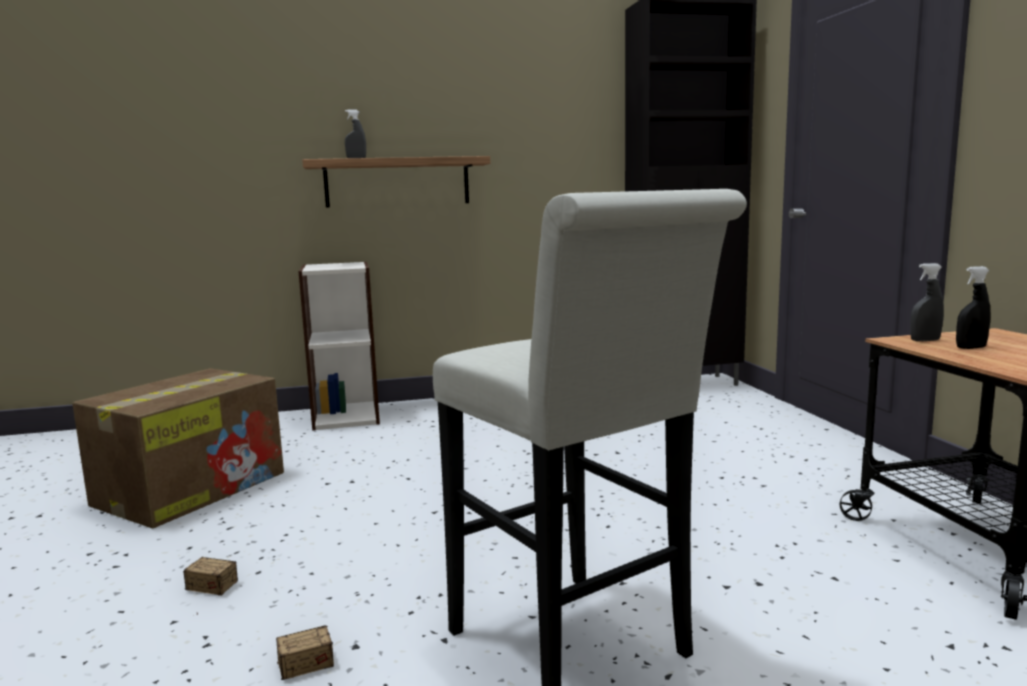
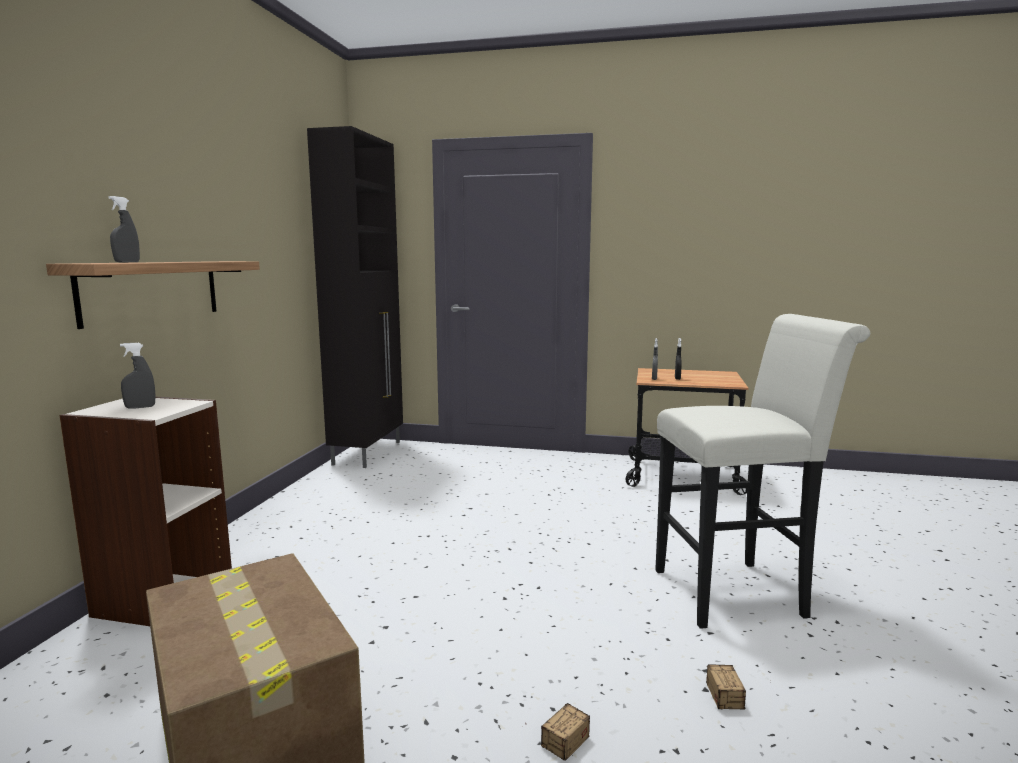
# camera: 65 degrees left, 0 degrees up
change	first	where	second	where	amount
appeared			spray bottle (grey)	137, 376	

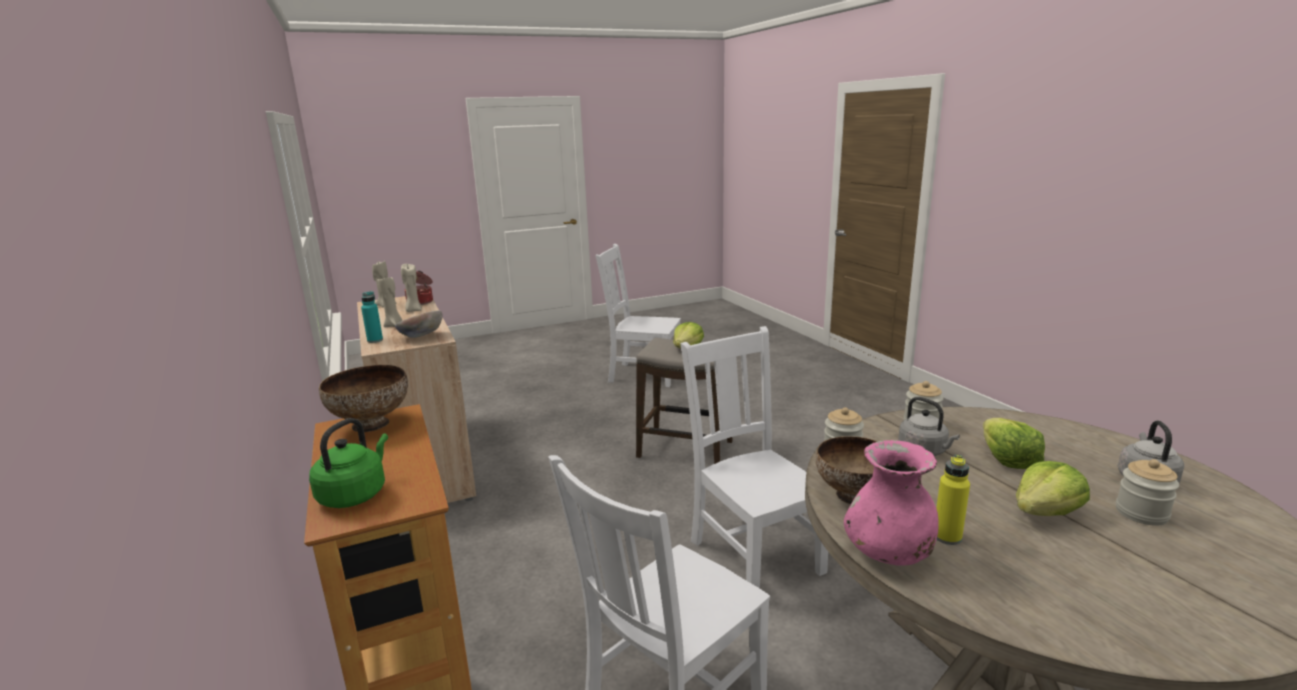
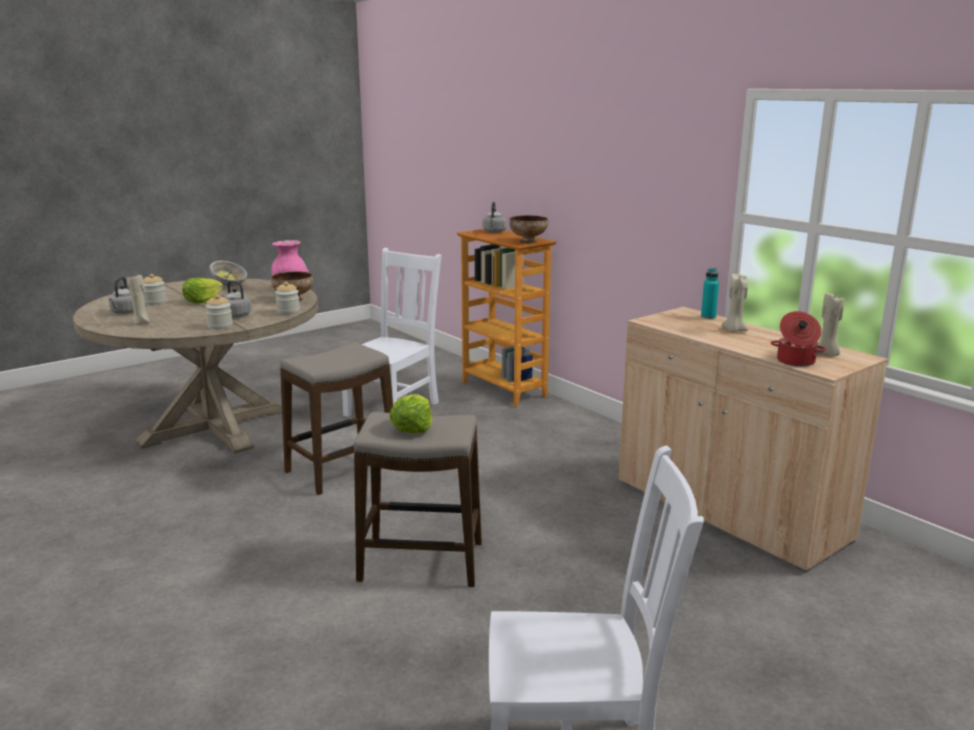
# camera: 165 degrees right, 0 degrees up
change	first	where	second	where	amount
colour	kettle (green)	348, 463	kettle (grey)	495, 217	
relocated	bowl	419, 324		228, 273	
relocated	candle (beige)	411, 288		138, 300	
exchanged	chair (white)	754, 457	stool	336, 419	
missing	bottle (yellow)	953, 500			
missing	lettuce	1014, 443			

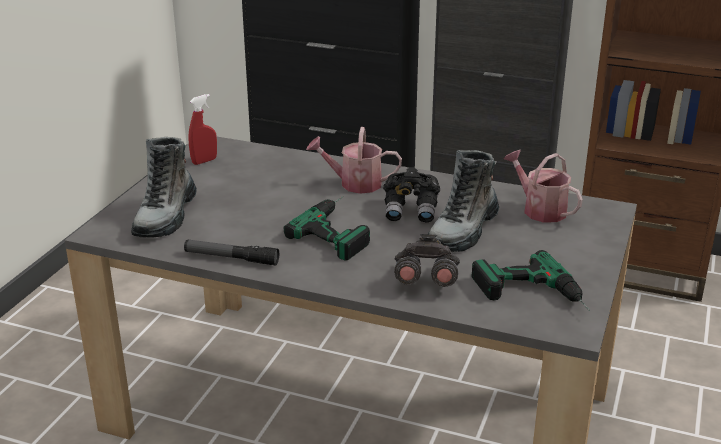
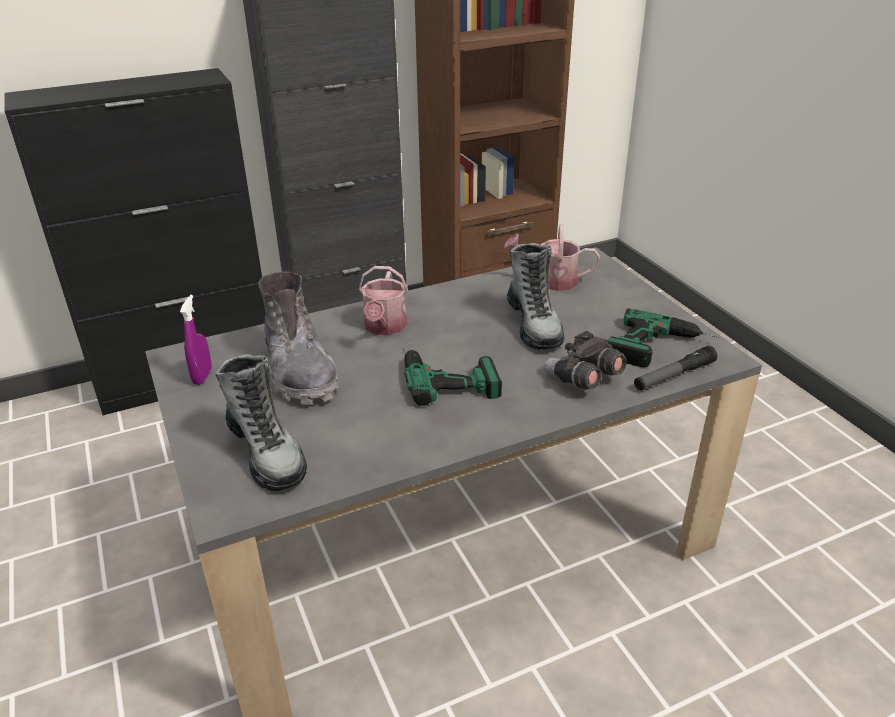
# camera: 45 degrees left, 5 degrees up
change	first	where	second	where	amount
relocated	flashlight	231, 252		675, 368	
colour	spray bottle (red)	202, 129	spray bottle (purple)	196, 340	
spun	watering can	354, 160		383, 300	45 degrees counterclockwise
missing	binoculars (black)	411, 195			
appeared			boot (grey)	298, 338	

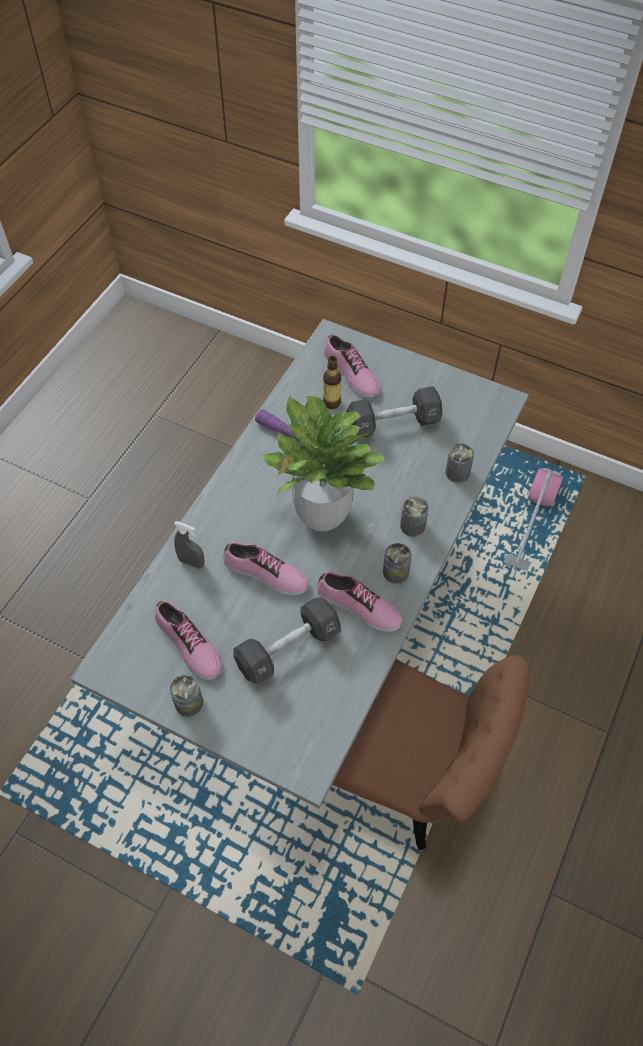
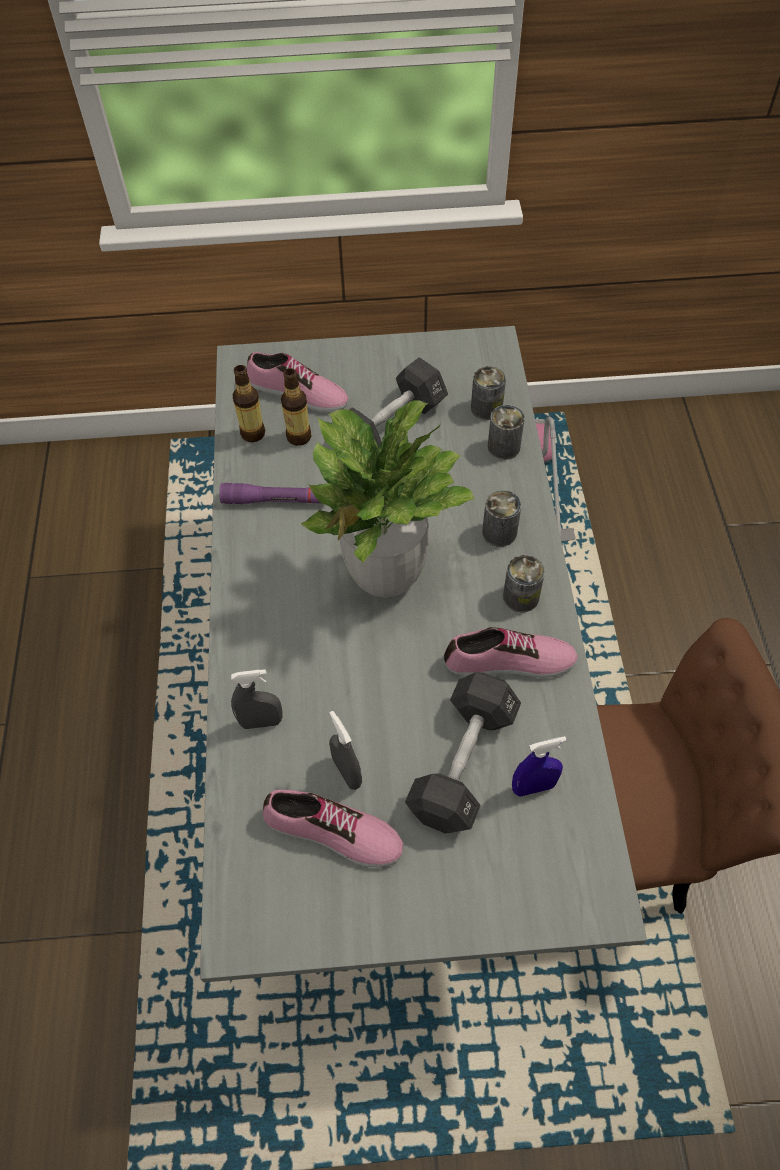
# camera: 30 degrees left, 0 degrees up
change	first	where	second	where	amount
relocated	can	186, 695		488, 393	
missing	shoe	266, 568			
appeared			bottle	249, 403	
appeared			spray bottle (grey)	345, 750	
appeared			spray bottle (blue)	539, 766	

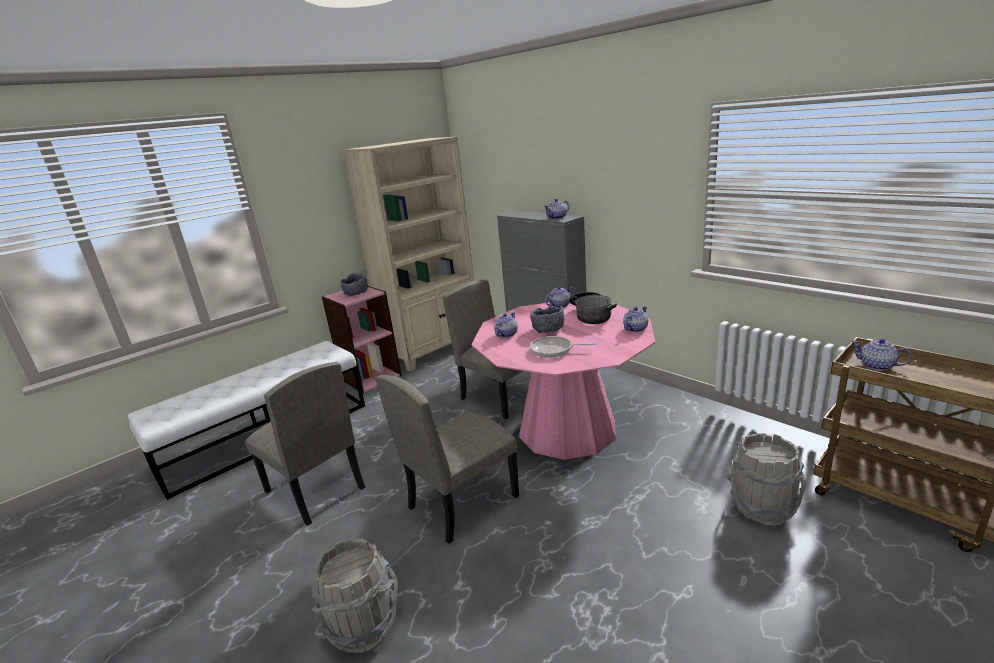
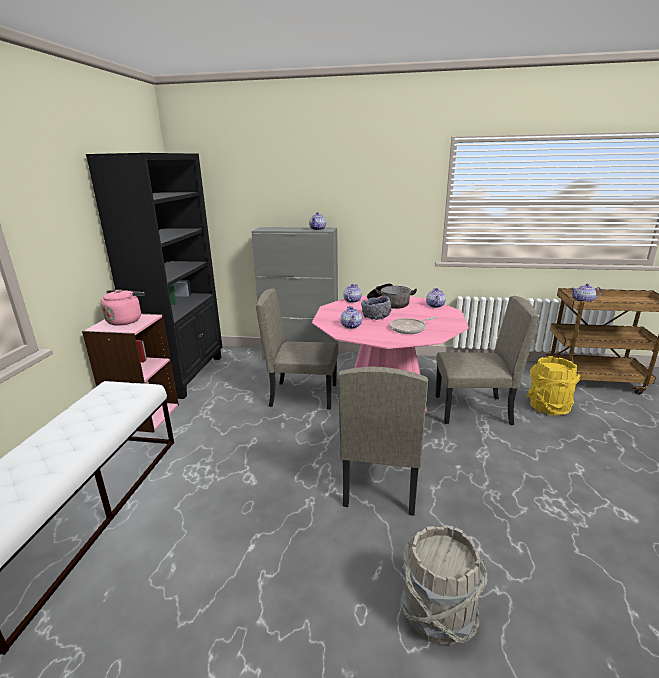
# camera: 40 degrees left, 0 degrees up
change	first	where	second	where	amount
relocated	chair (beige)	305, 444		486, 360	
exchanged	bowl (grey)	354, 284	kettle (pink)	123, 308	
colour	bookcase (beige)	408, 254	bookcase (black)	154, 276	
colour	bucket (grey)	767, 479	bucket (yellow)	553, 385	

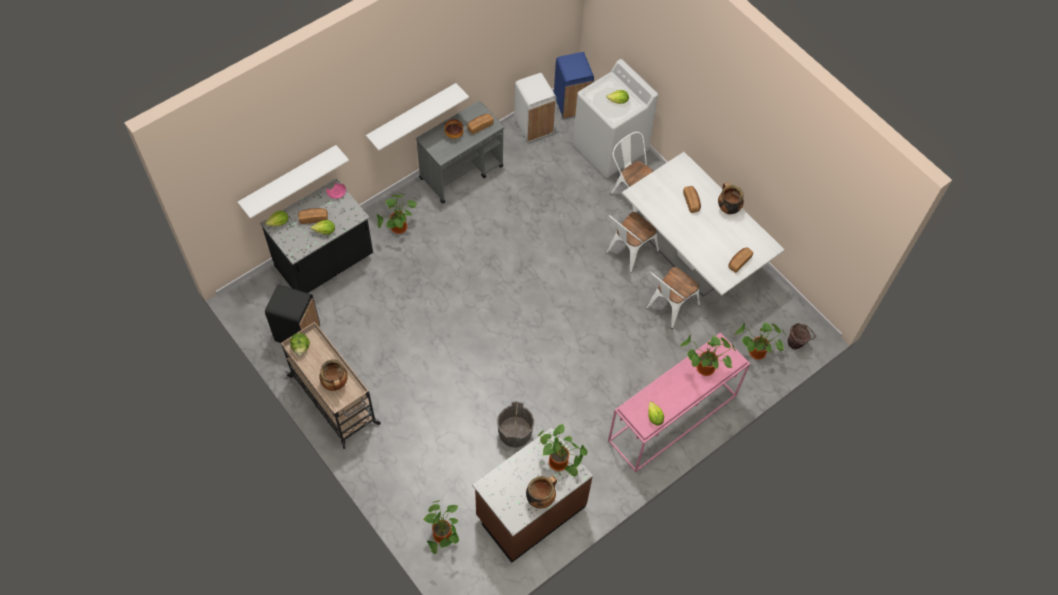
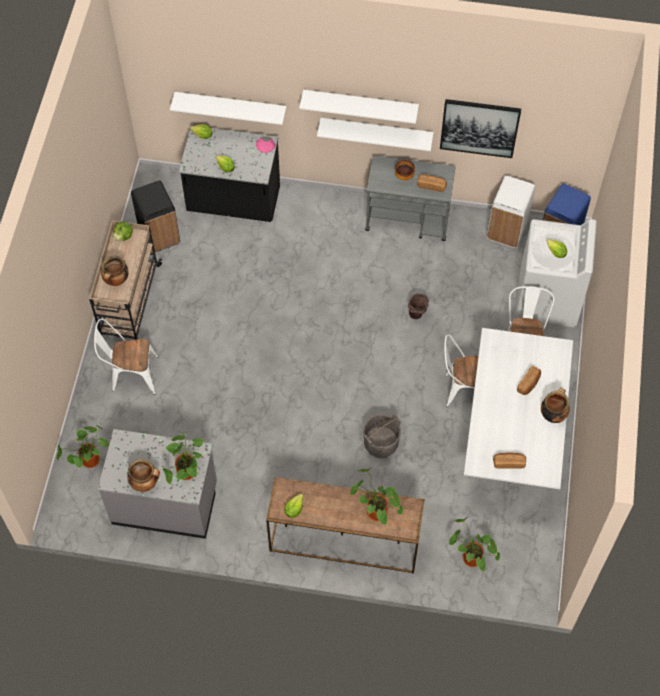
# camera: 50 degrees right, 0 degrees up
change	first	where	second	where	amount
missing	bread	313, 216			
missing	potted plant	397, 213			
colour	counter (brown)	532, 495	counter (grey)	157, 484	
relocated	bucket (grey)	515, 424		382, 436	
colour	console table (pink)	679, 402	console table (brown)	345, 525	
relocated	chair (white)	673, 298		126, 357	
relocated	bucket (brown)	802, 336		418, 306	
appeared			shelf (white)	359, 107	
appeared			picture	480, 128	

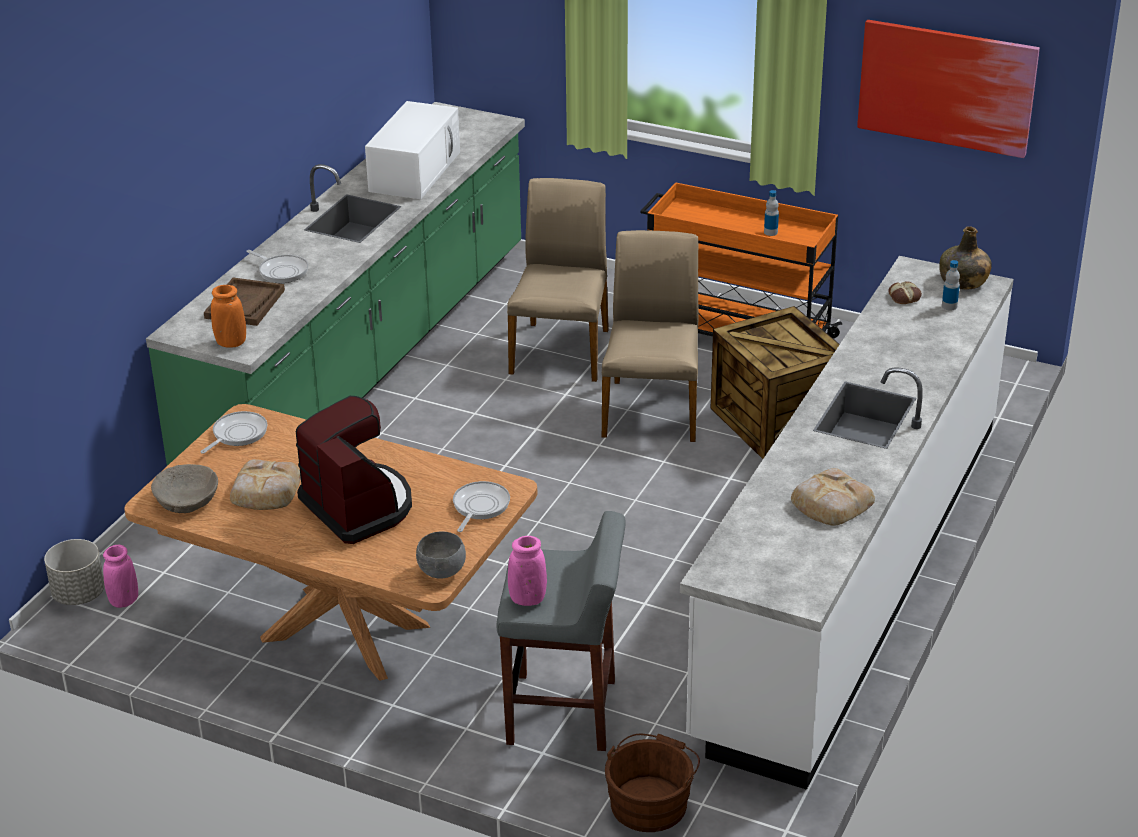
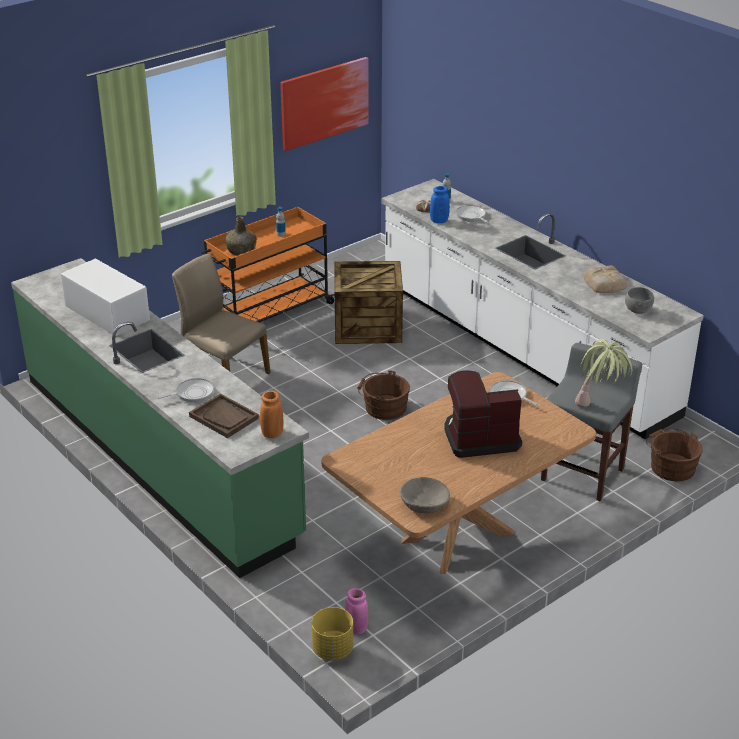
# camera: 65 degrees left, 0 degrees up
change	first	where	second	where	amount
colour	planter (grey)	74, 572	planter (yellow)	332, 634	
relocated	frying pan	233, 432		473, 214	
missing	bread	265, 484			
relocated	bowl (grey)	441, 555		639, 300	
exchanged	vase (pink)	527, 571	potted plant	603, 373	
missing	chair (beige)	650, 336			
relocated	bottle (green)	965, 258		241, 236	
appeared			bucket (brown)	384, 395	
appeared			vase (blue)	440, 204	

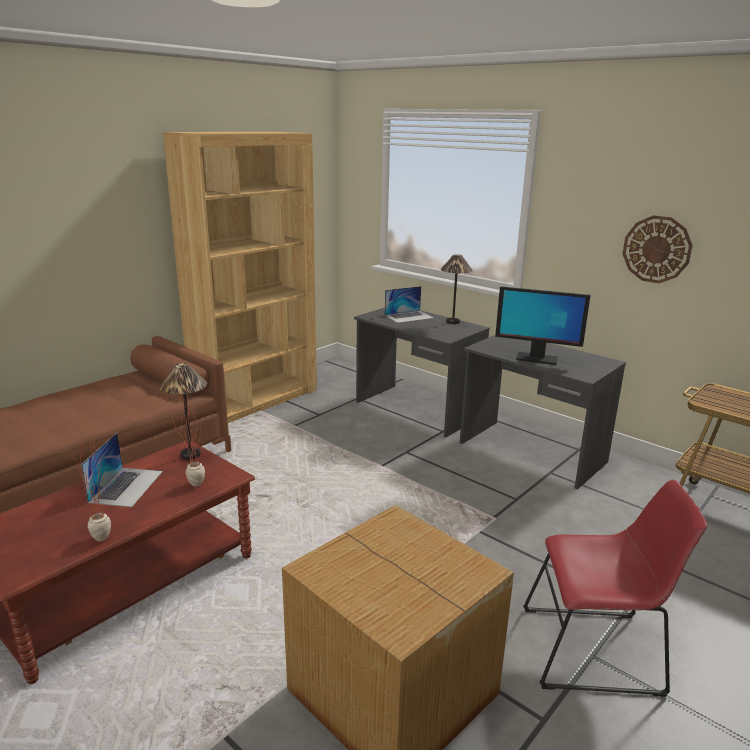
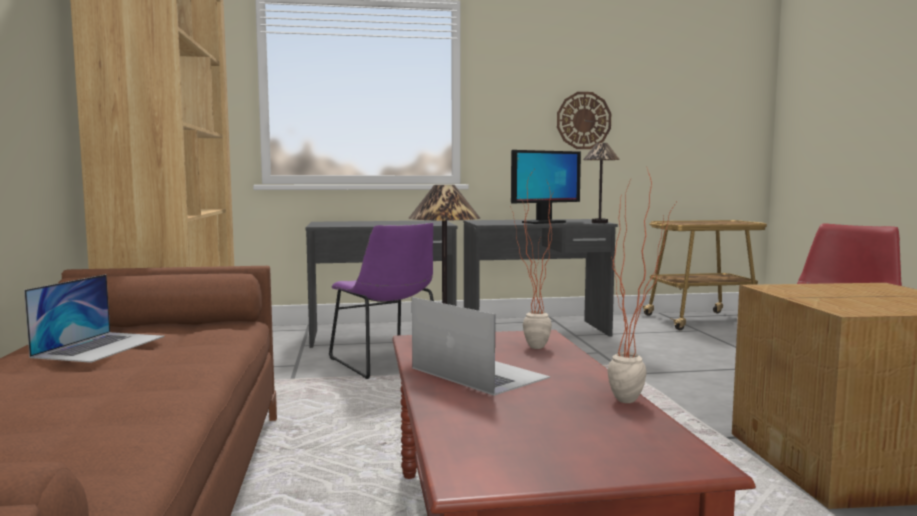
# camera: 50 degrees left, 15 degrees down
change	first	where	second	where	amount
relocated	laptop	409, 304		94, 318	
relocated	table lamp	457, 289		601, 183	
appeared			chair (purple)	381, 301	

